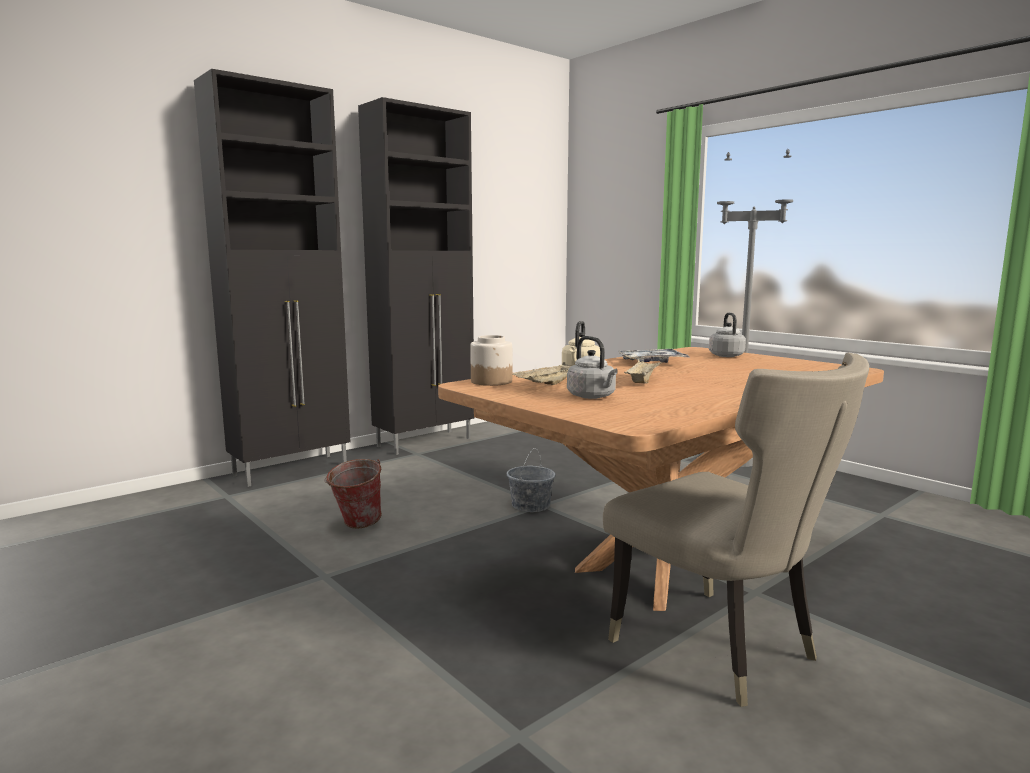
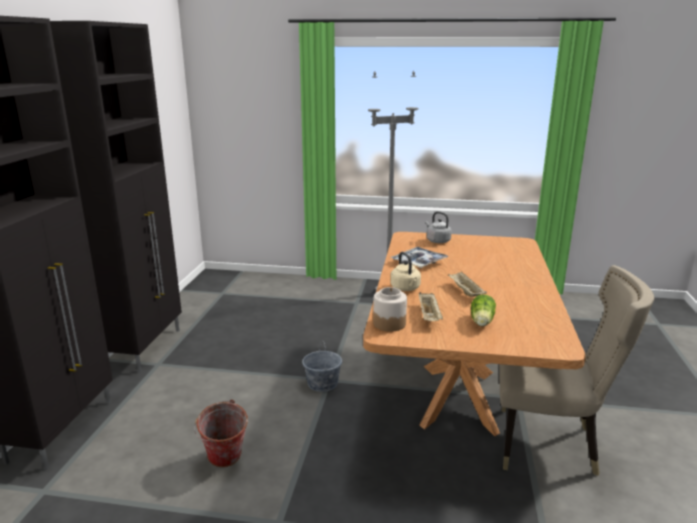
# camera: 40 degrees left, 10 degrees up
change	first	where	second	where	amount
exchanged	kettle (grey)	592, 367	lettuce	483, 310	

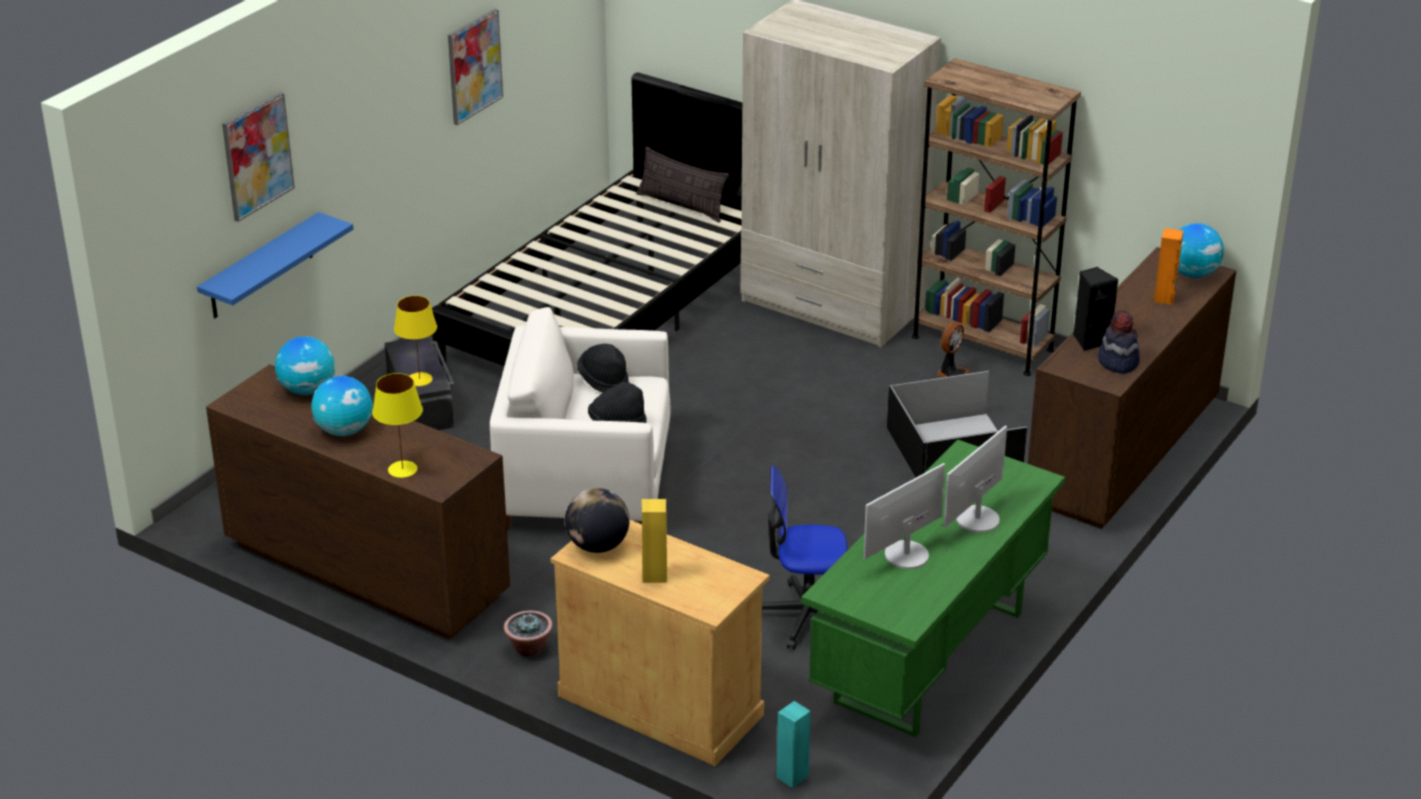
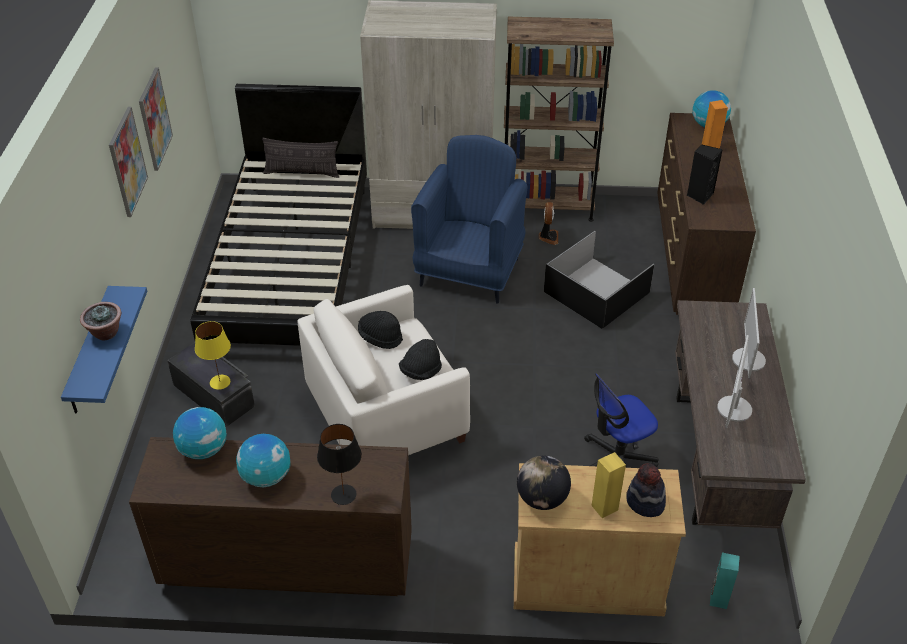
# camera: 30 degrees left, 10 degrees up
change	first	where	second	where	amount
relocated	picture	258, 156		128, 162	
colour	table lamp (yellow)	397, 425	table lamp (black)	339, 464	
relocated	potted plant	528, 633		100, 321	
colour	desk (green)	933, 588	desk (brown)	740, 414	
relocated	hat	1119, 342		646, 490	
appeared			armchair (blue)	469, 219	

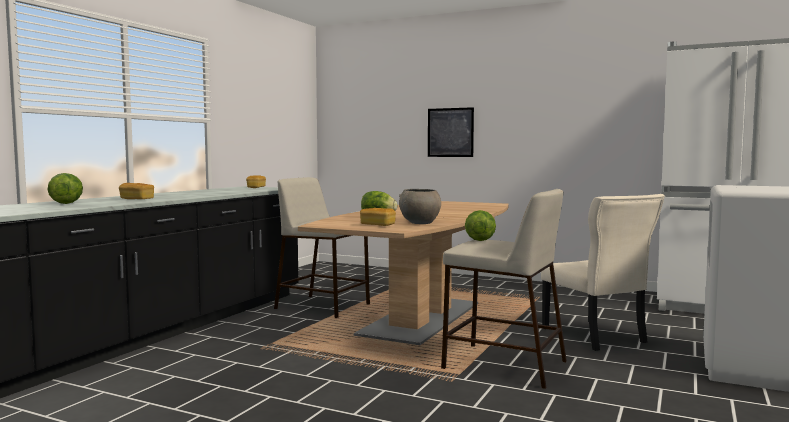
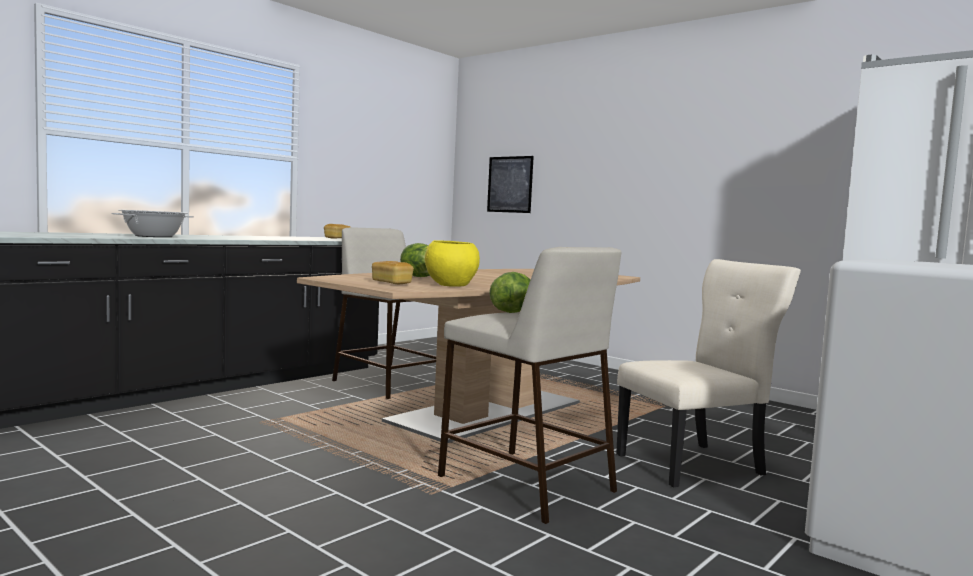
# camera: 15 degrees right, 0 degrees up
change	first	where	second	where	amount
missing	lettuce	65, 188			
exchanged	bread	136, 191	cooking pot	153, 223	
colour	bowl (grey)	420, 206	bowl (yellow)	452, 263	
relocated	picture	451, 132		510, 184	
spun	chair (beige)	603, 272		708, 373	105 degrees counterclockwise

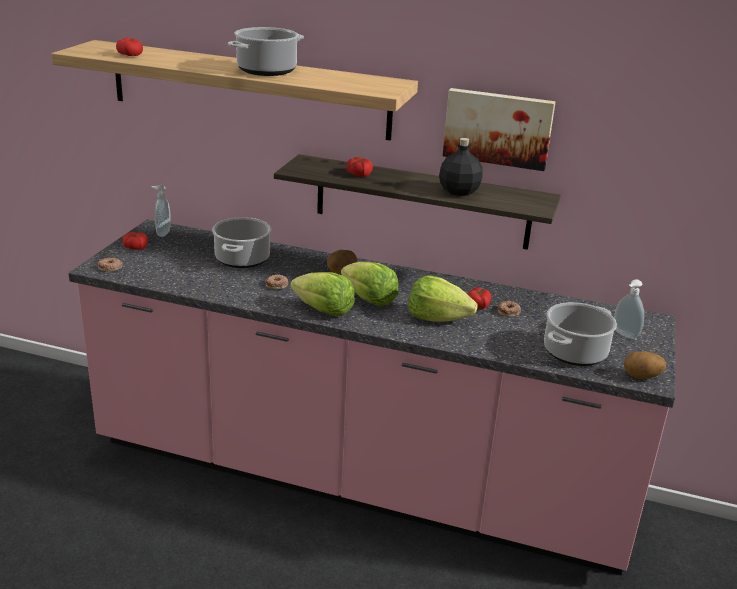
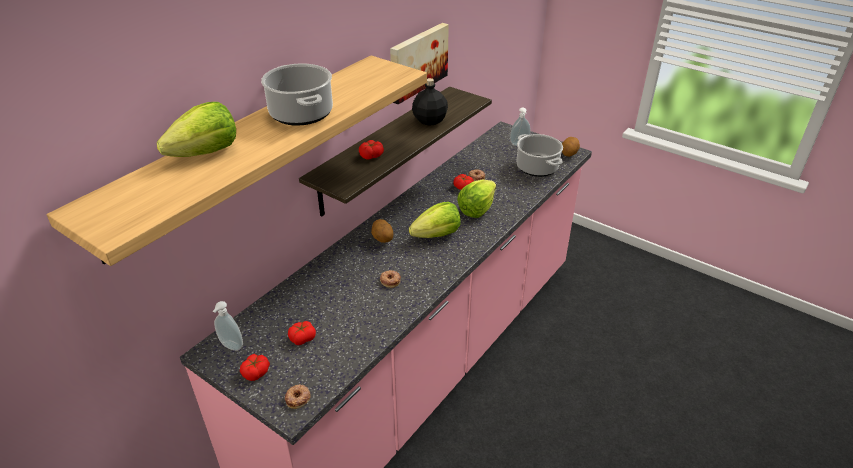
# camera: 70 degrees left, 10 degrees up
change	first	where	second	where	amount
relocated	tomato	129, 46		302, 333	
missing	cooking pot	241, 242			
relocated	lettuce	322, 294		196, 129	

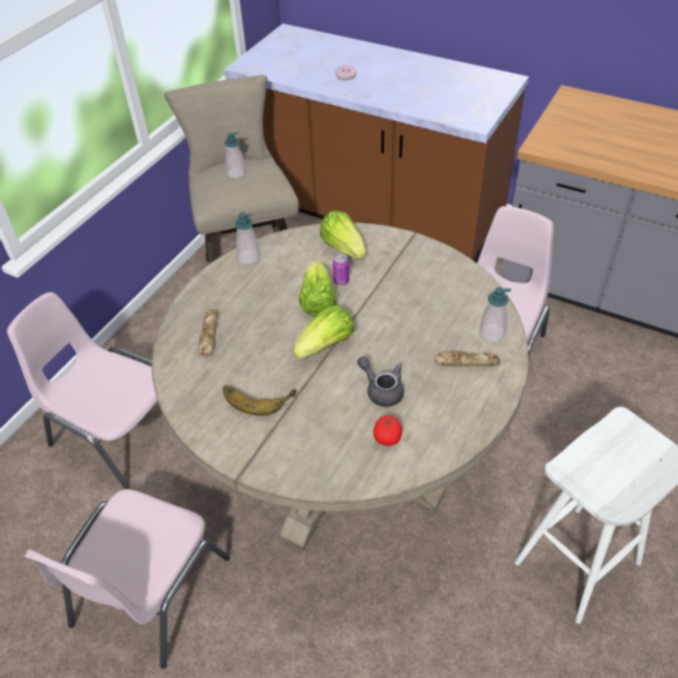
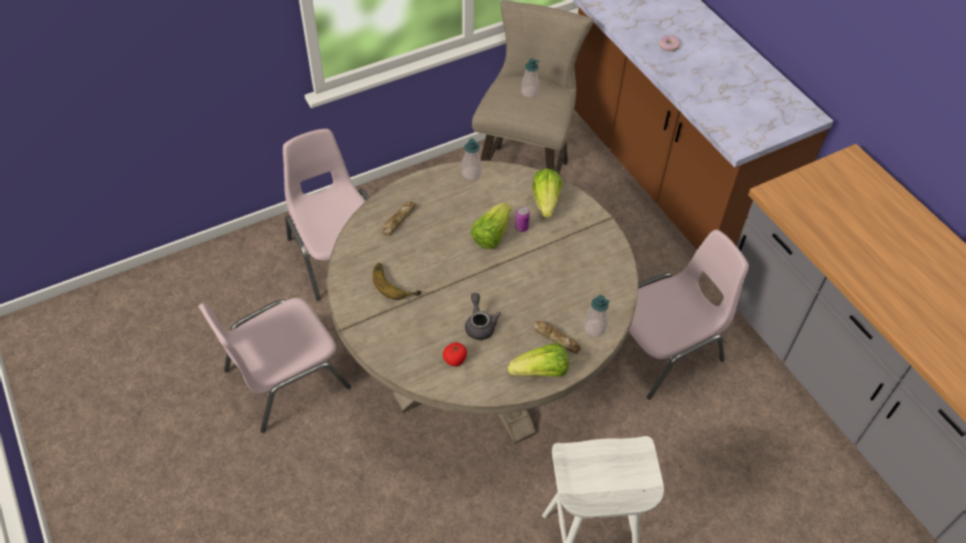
# camera: 30 degrees right, 5 degrees up
change	first	where	second	where	amount
relocated	lettuce	324, 332		538, 360	

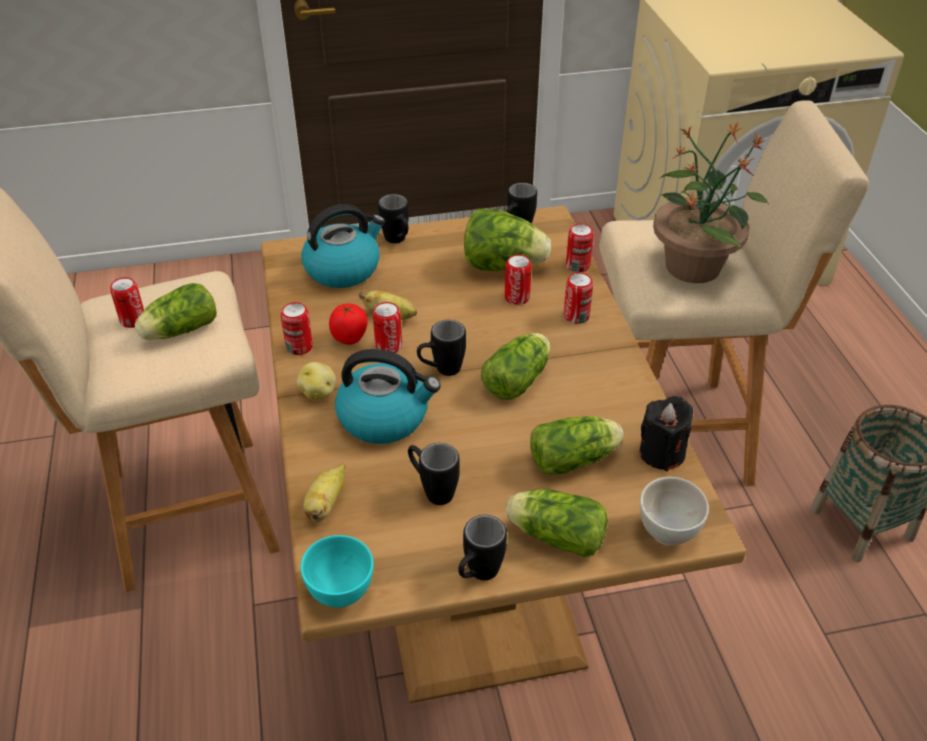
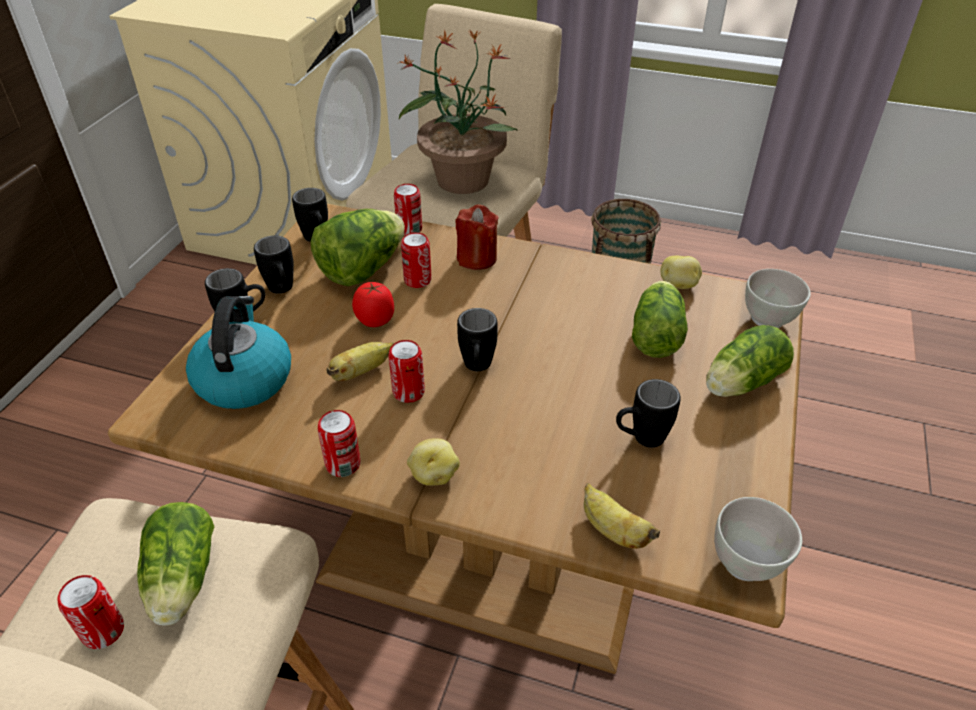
# camera: 60 degrees left, 0 degrees up
change	first	where	second	where	amount
colour	bowl (turquoise)	337, 571	bowl (white)	758, 539	
relocated	tomato	348, 324		373, 304	
missing	kettle	388, 396			
relocated	mug (black)	482, 547		274, 264	
missing	lettuce	516, 366			
exchanged	can	578, 298	candle (red)	476, 237	
exchanged	candle (black)	666, 433	potato	681, 272	

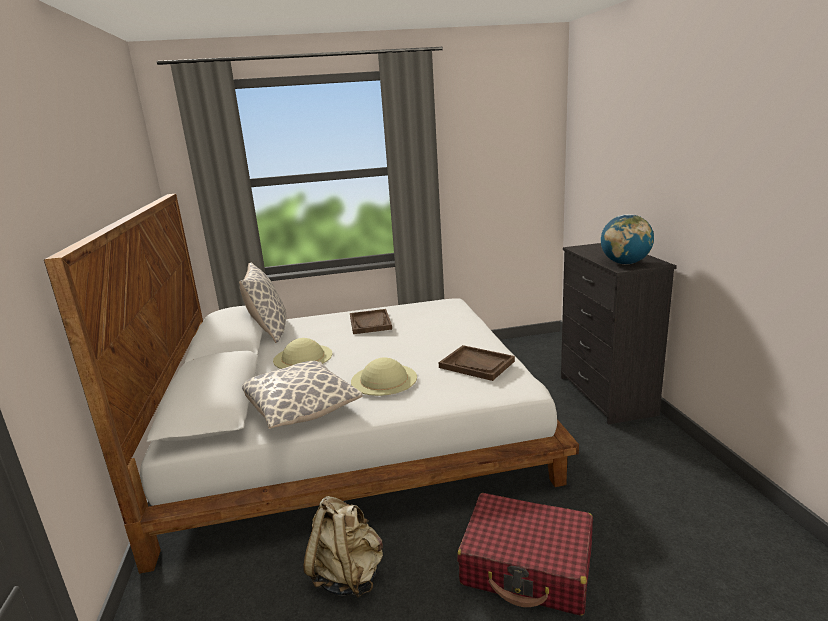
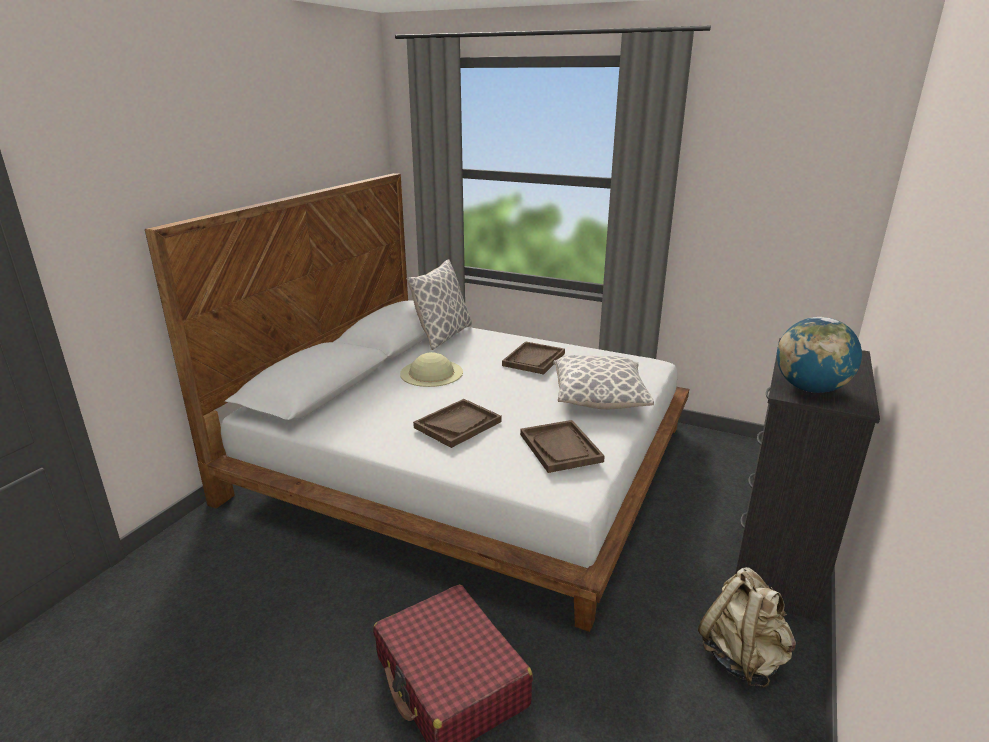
# camera: 35 degrees right, 5 degrees up
change	first	where	second	where	amount
relocated	pillow	302, 395		603, 382	
relocated	backpack (beige)	343, 547		747, 627	
exchanged	hat (beige)	384, 376	tray (brown)	457, 423	

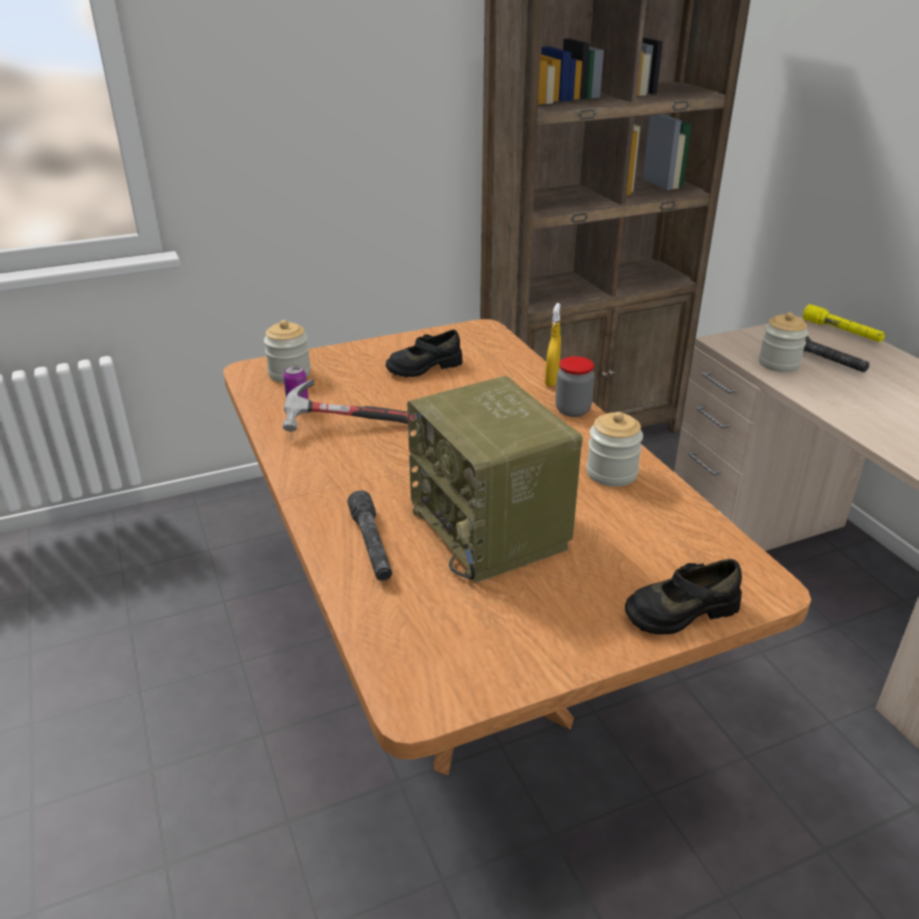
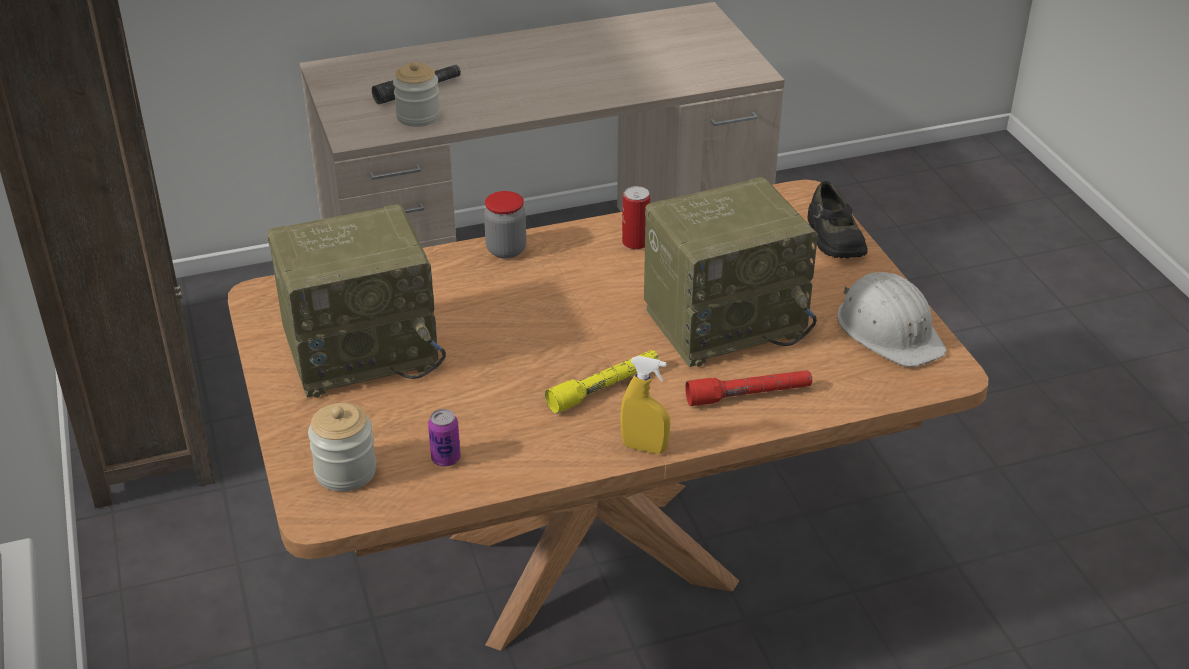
# camera: 85 degrees left, 5 degrees up
change	first	where	second	where	amount
missing	hammer	349, 405			
colour	flashlight (grey)	369, 535	flashlight (red)	748, 388	
exchanged	shoe (black)	424, 353	radio	356, 301	
relocated	spray bottle (yellow)	553, 345		645, 405	
exchanged	jar	614, 449	can	636, 217	
relocated	flashlight (yellow)	844, 323		602, 382	
appeared			hard hat (white)	892, 319	

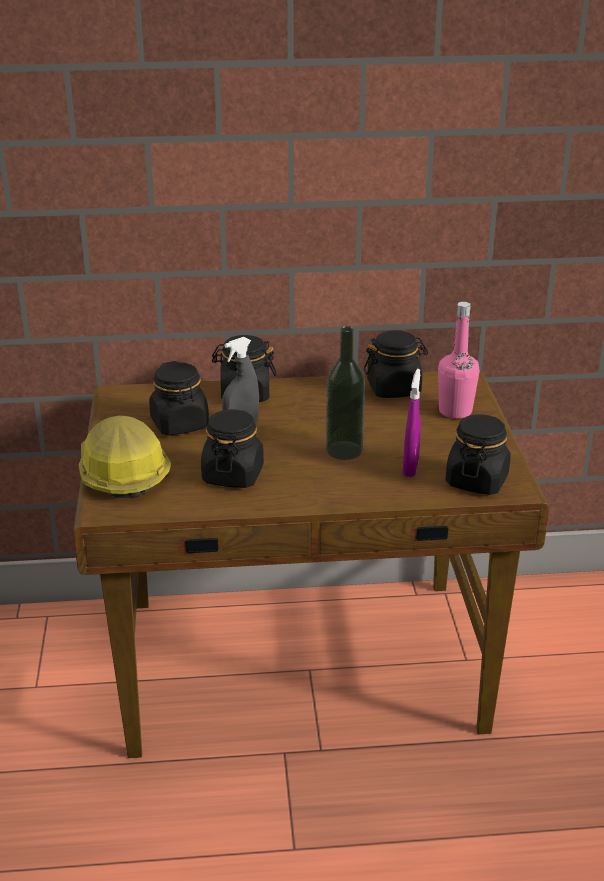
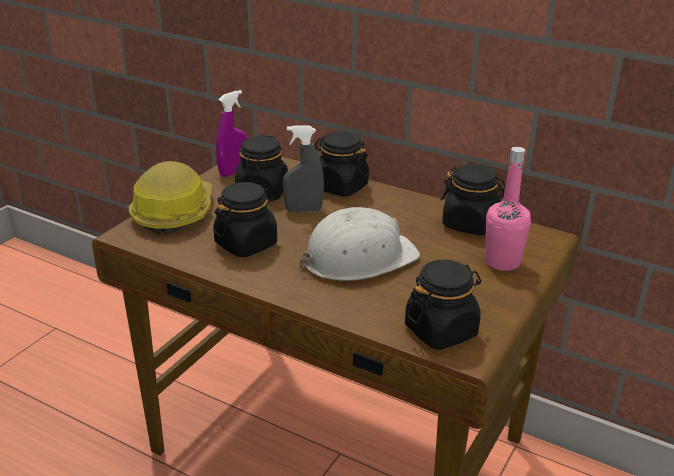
# camera: 35 degrees right, 0 degrees up
change	first	where	second	where	amount
exchanged	bottle	345, 393	hard hat (white)	360, 244	
relocated	spray bottle (purple)	412, 423		232, 133	

